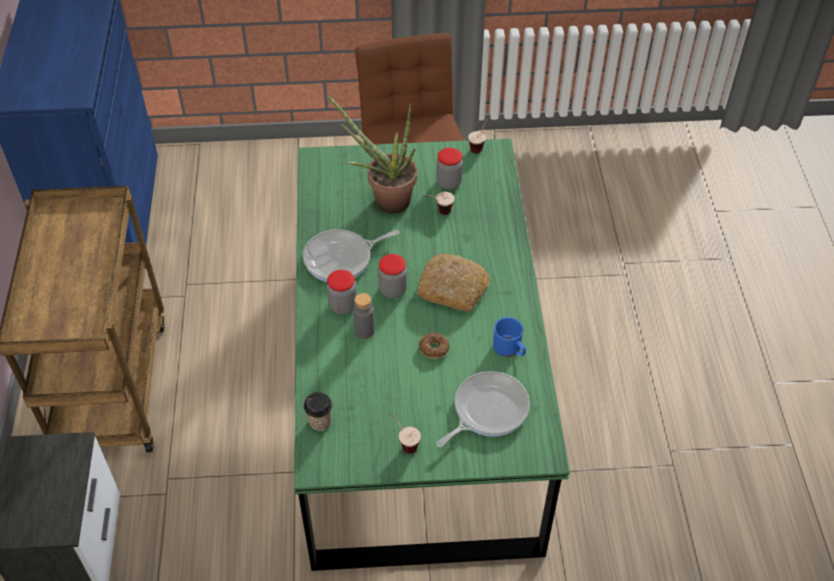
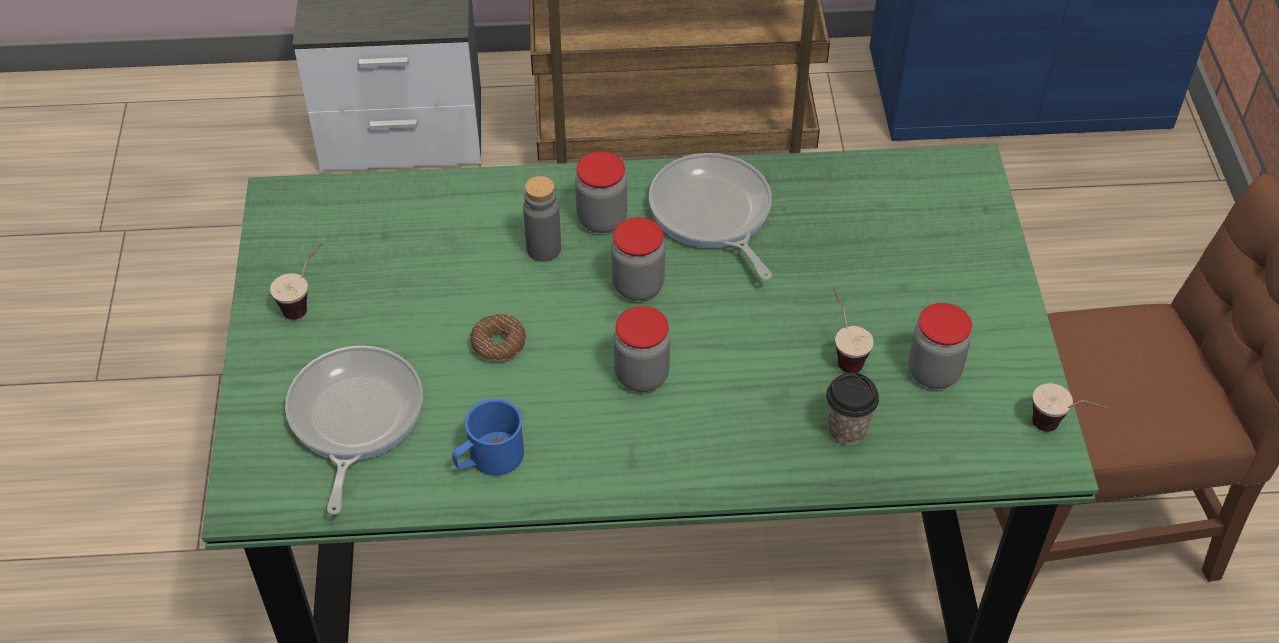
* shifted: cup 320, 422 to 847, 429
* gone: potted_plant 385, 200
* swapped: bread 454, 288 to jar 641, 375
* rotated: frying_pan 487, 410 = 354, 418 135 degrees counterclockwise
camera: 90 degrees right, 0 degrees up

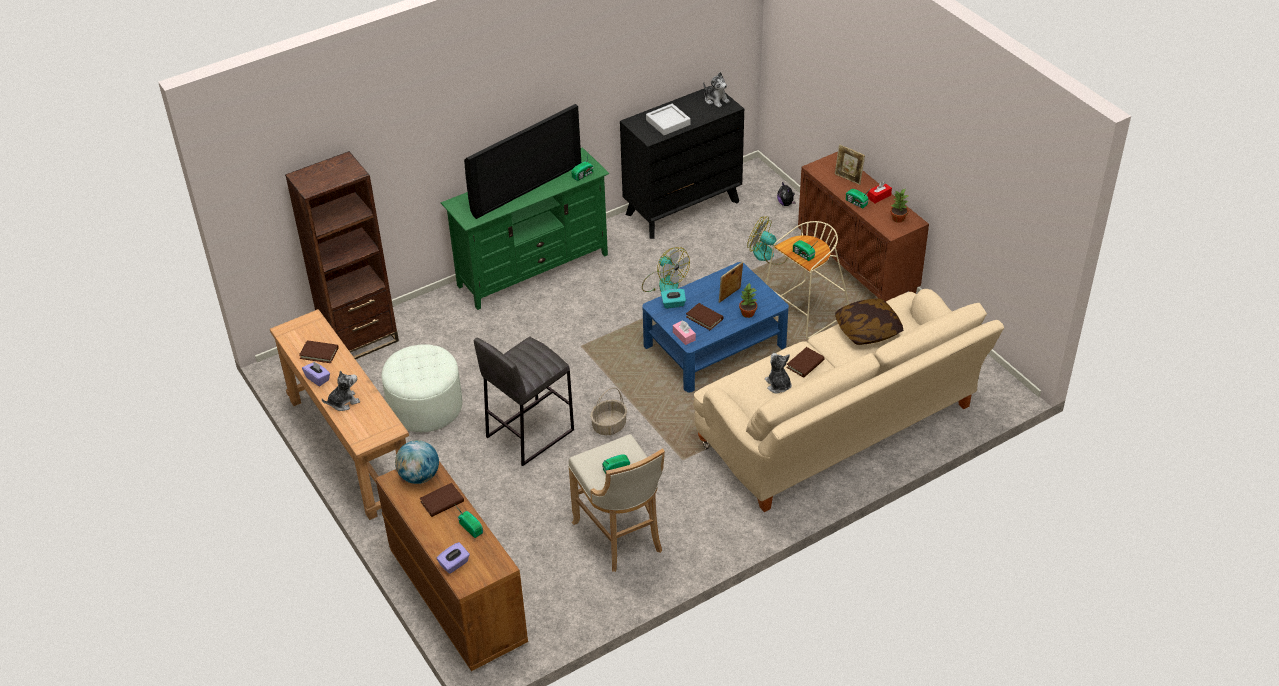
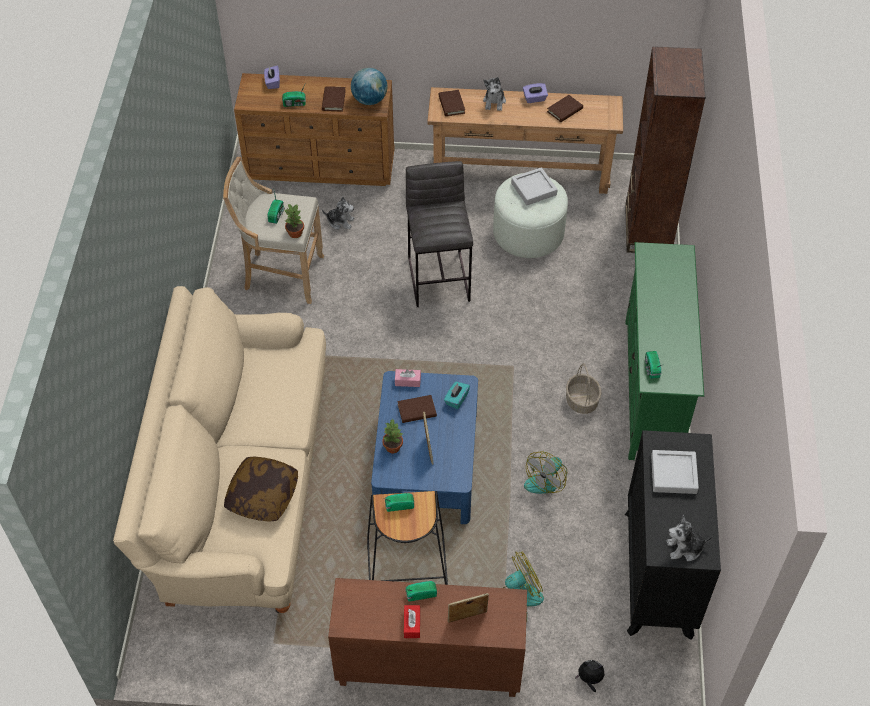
* gone: television 525, 187
* shifted: basket 609, 426 to 581, 401
* rotated: fan 664, 283 = 546, 479 45 degrees counterclockwise
* shifted: plush_toy 778, 385 to 340, 221
* repainted: beige_stool 805, 312 to black_stool 406, 567
* shifted: brown_book 805, 364 to 451, 104
* shifted: potted_plant 898, 218 to 295, 233
* new: grey_tray 533, 189
camera: 125 degrees right, 10 degrees up

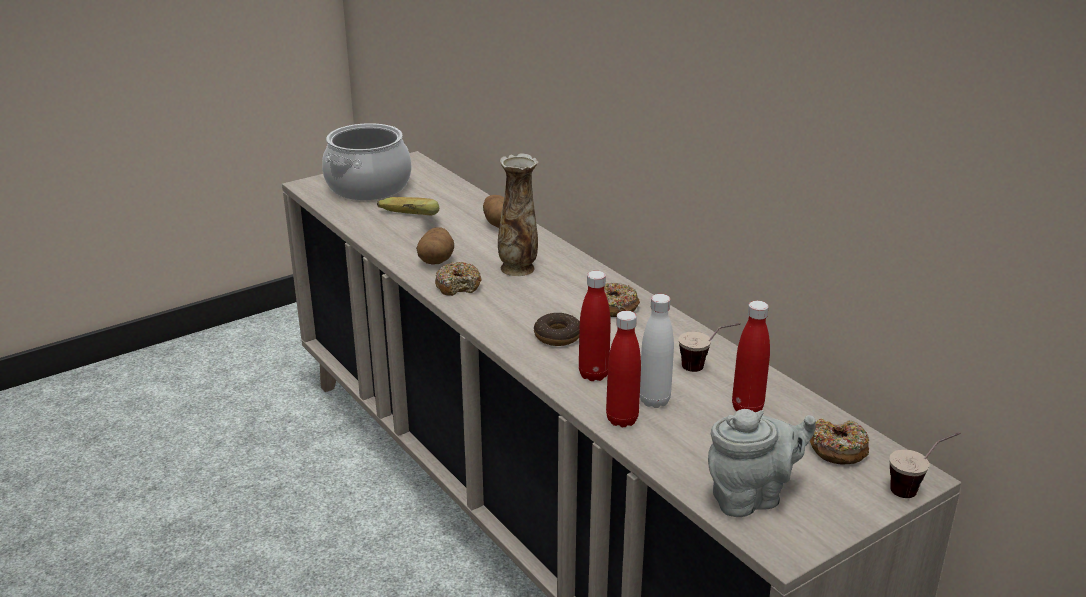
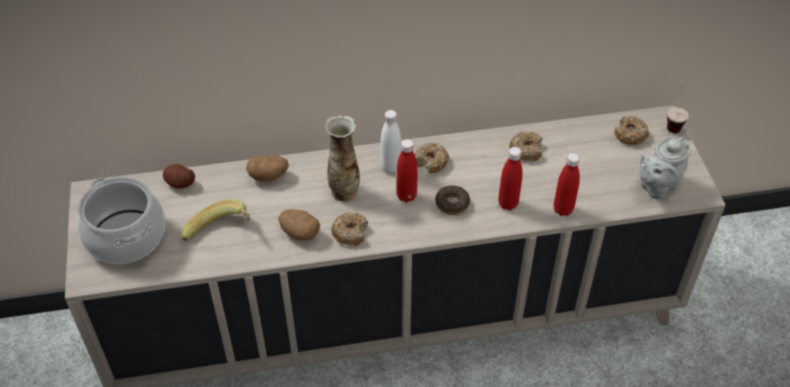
* shifted: white_bottle 654, 401 to 390, 167
* swapped: cup 706, 367 to donut 526, 150
* rotated: grey_teapot 751, 497 = 656, 186 135 degrees counterclockwise
* shifted: red_bottle 747, 408 to 406, 196
* new: potato 180, 183
camera: 65 degrees left, 20 degrees up

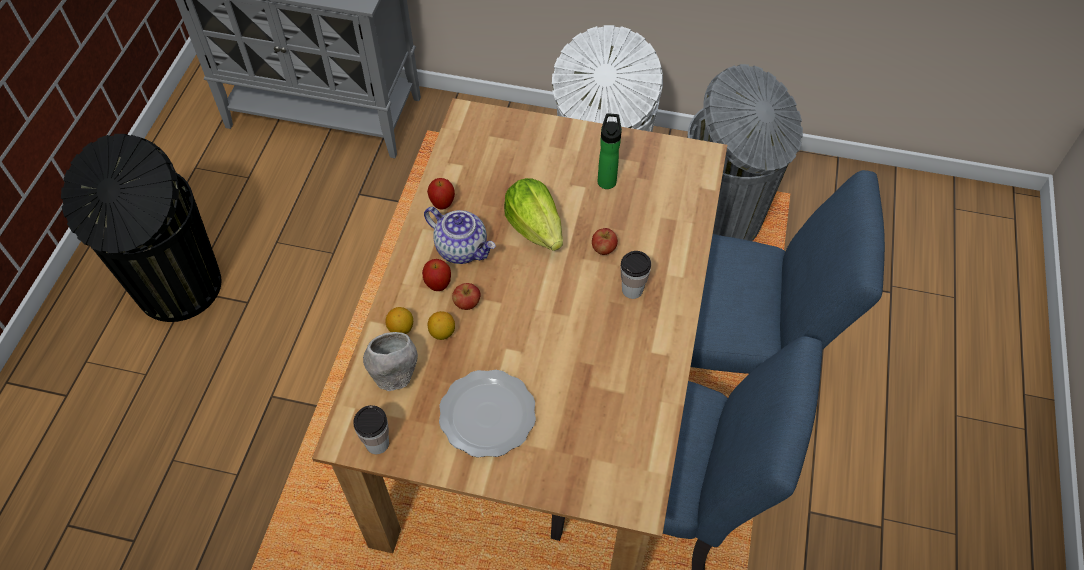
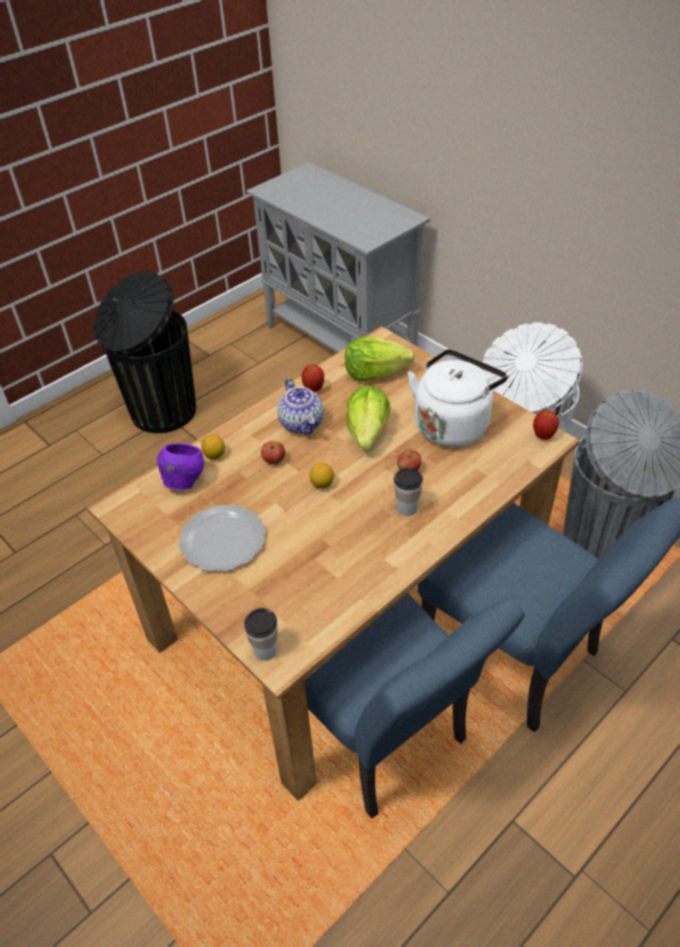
* shifted: cup 377, 443 to 265, 650
* repainted: grey_bowl 394, 374 to purple_bowl 184, 482
* shifted: apple 438, 285 to 543, 436
* shifted: lemon 442, 333 to 322, 484
* swapped: bottle 607, 179 to white_kettle 453, 424
* new: lettuce 374, 373
camera: 35 degrees right, 10 degrees down

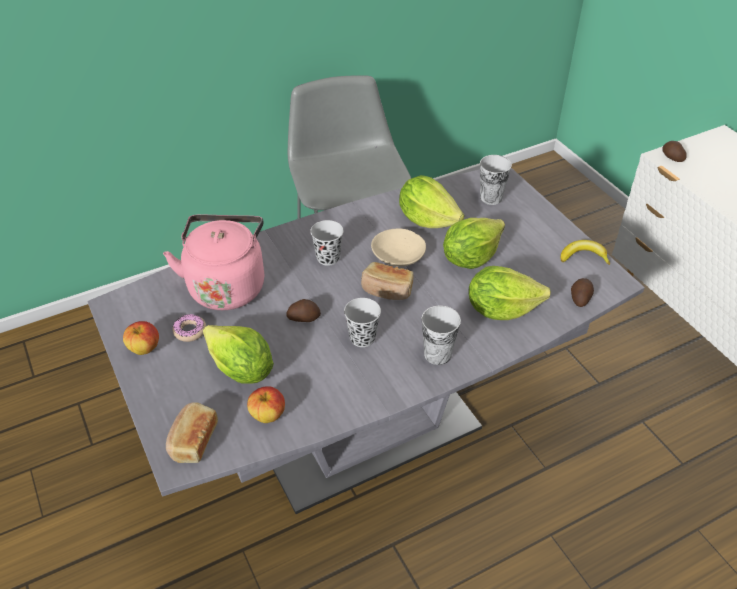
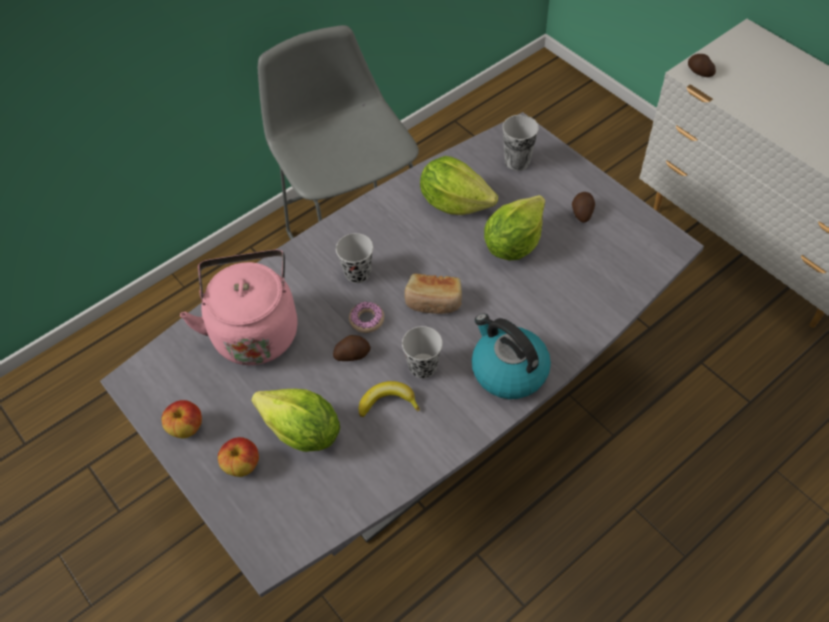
* gone: bread 192, 440
* shifted: donut 190, 331 to 367, 320
* shifted: apple 268, 415 to 242, 465
* gone: beige_bowl 399, 256
* swapped: cup 437, 354 to kettle 508, 370
* gone: lettuce 501, 309
* shifted: banana 583, 257 to 388, 402
* shifted: potato 580, 298 to 582, 212
camera: 10 degrees left, 10 degrees up

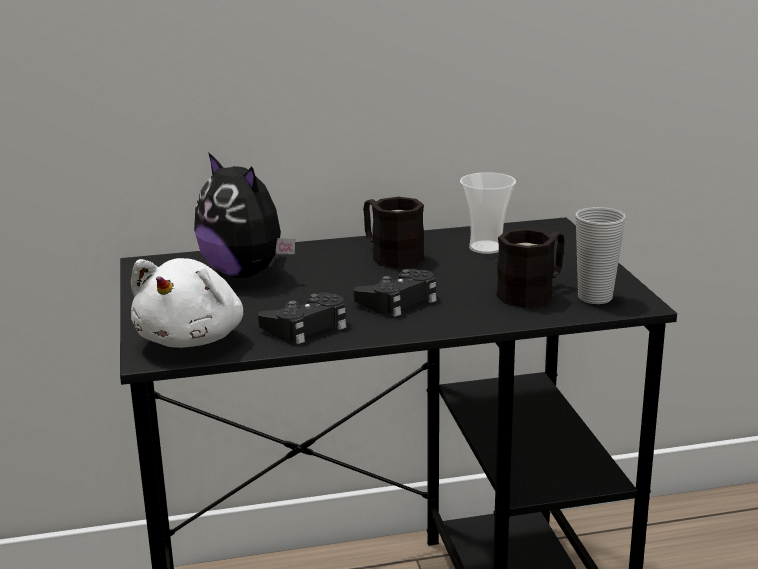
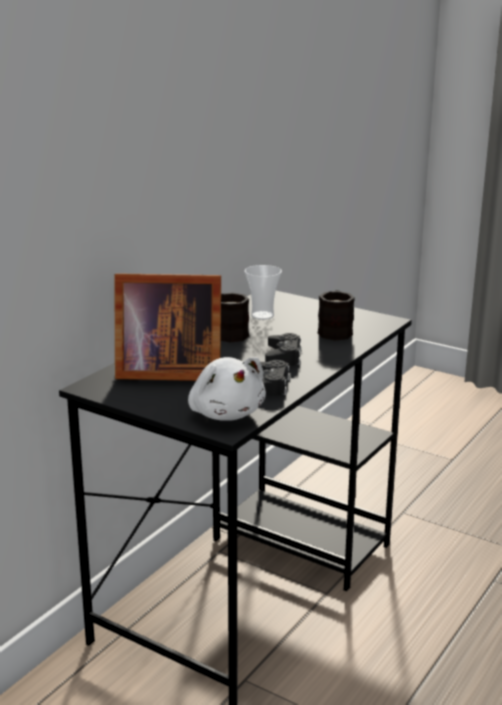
* swapped: plush_toy 246, 273 to picture_frame 165, 371
* gone: cup 595, 298
camera: 45 degrees left, 0 degrees up

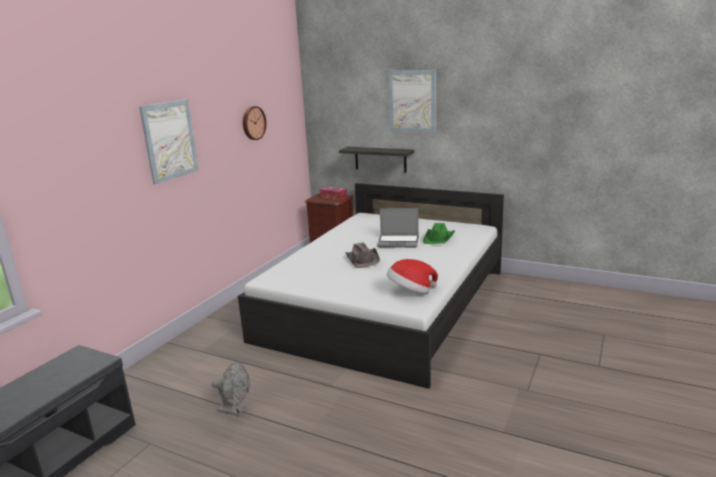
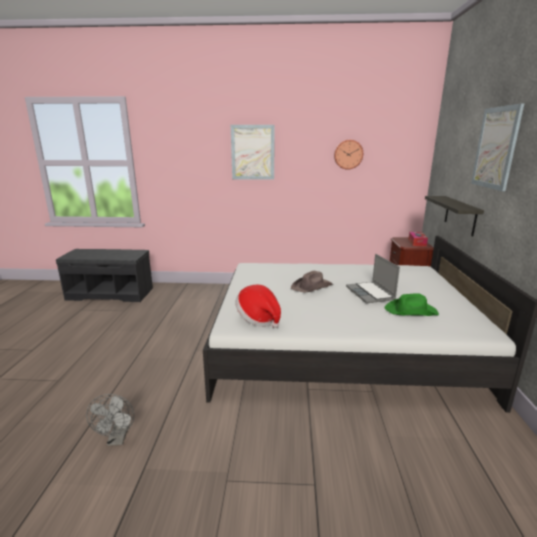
* shifted: grey_fan 235, 410 to 117, 439
camera: 65 degrees right, 0 degrees up

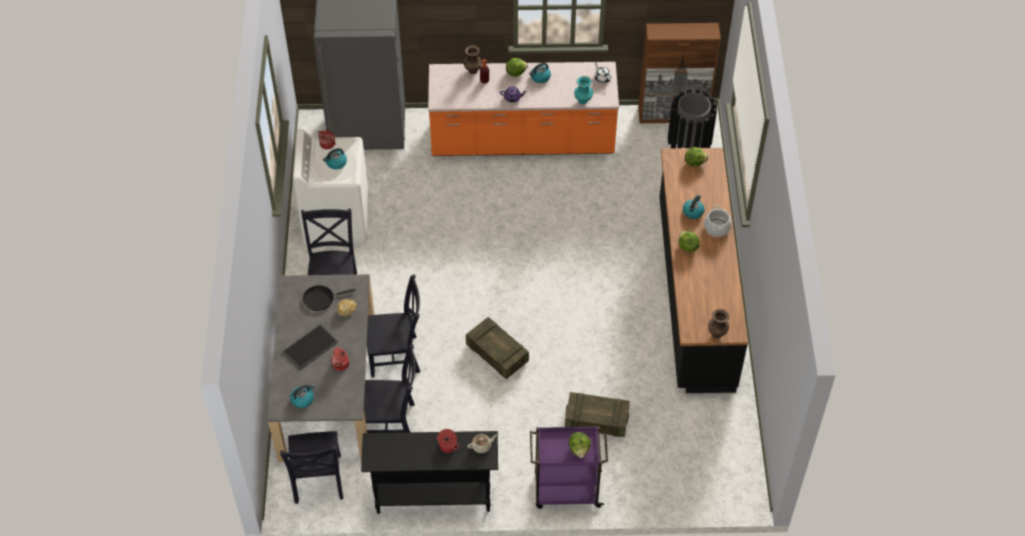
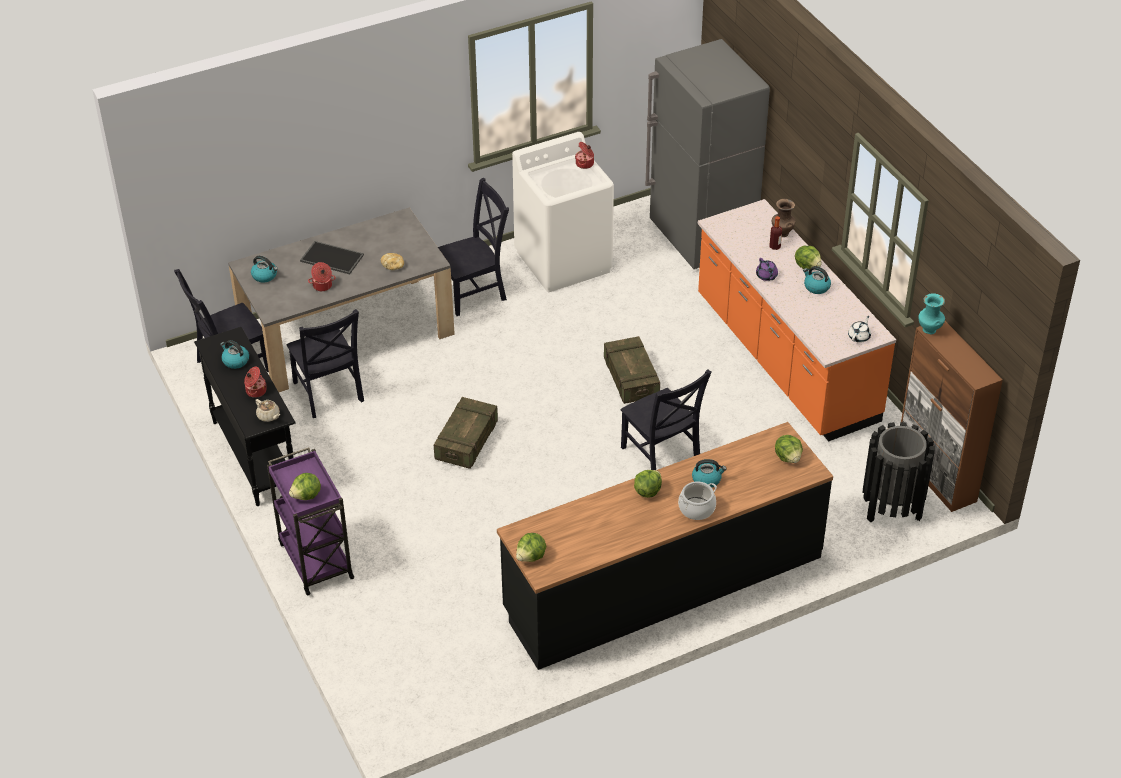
* gone: black_frying_pan 321, 299
* shifted: kettle 336, 163 to 235, 361
* shifted: black_chair 396, 356 to 661, 457
* shifted: crate 596, 420 to 631, 379
* shifted: turquoise_vase 583, 101 to 929, 330
* swapped: brown_vase 717, 333 to lettuce 531, 557
camera: 65 degrees right, 10 degrees down

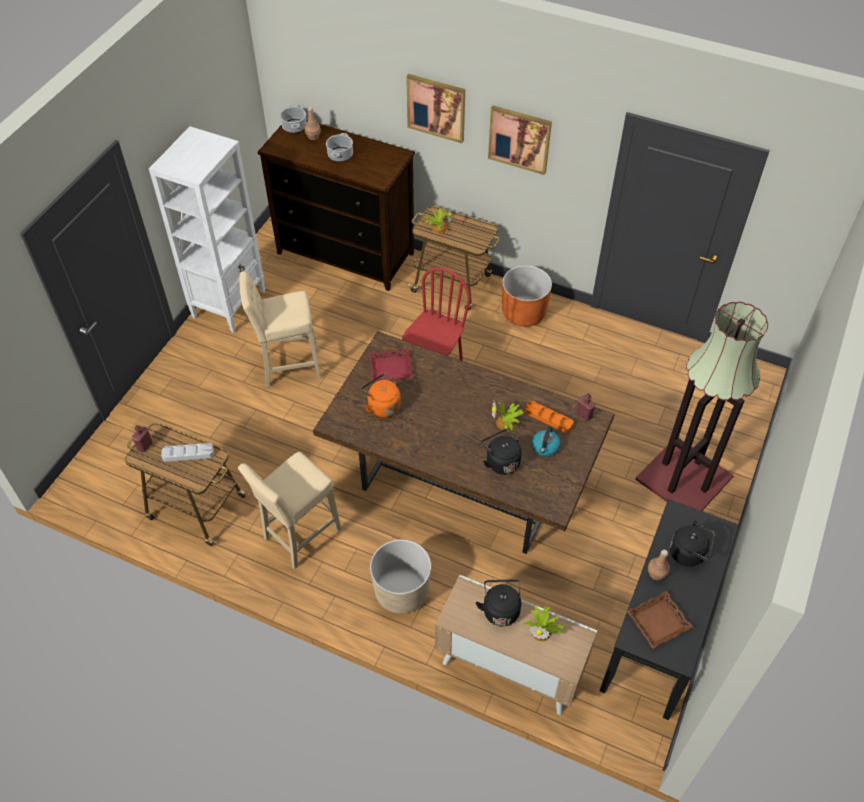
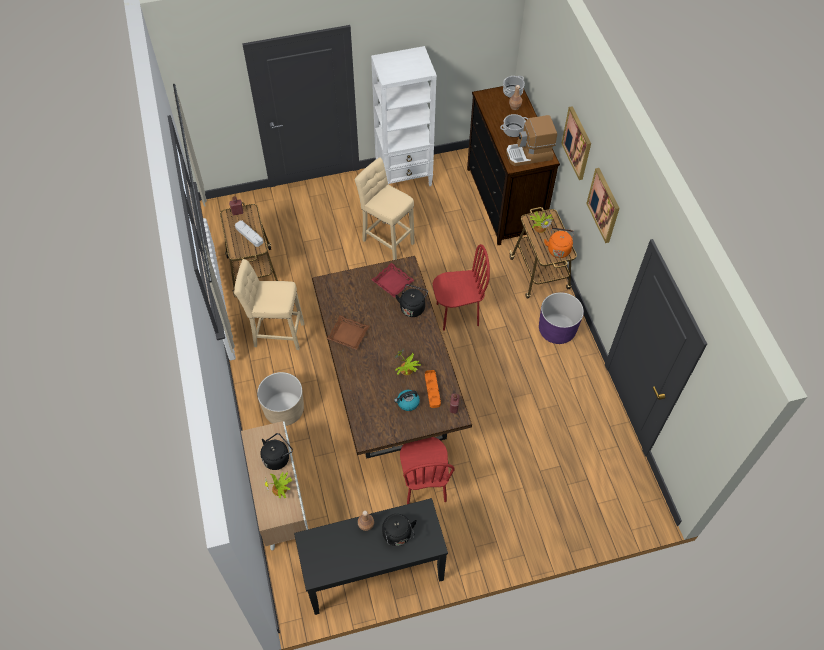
* shifted: orange_kettle 382, 406 to 558, 249
* shifted: black_kettle 501, 461 to 412, 307
* repainted: orange_planter 523, 313 to purple_planter 557, 330
* shifted: brown_tray 659, 622 to 348, 334
* gone: floor_lamp 683, 477
* new: red_chair 424, 485
* new: coffee_machine 529, 155
camera: 50 degrees right, 5 degrees up

